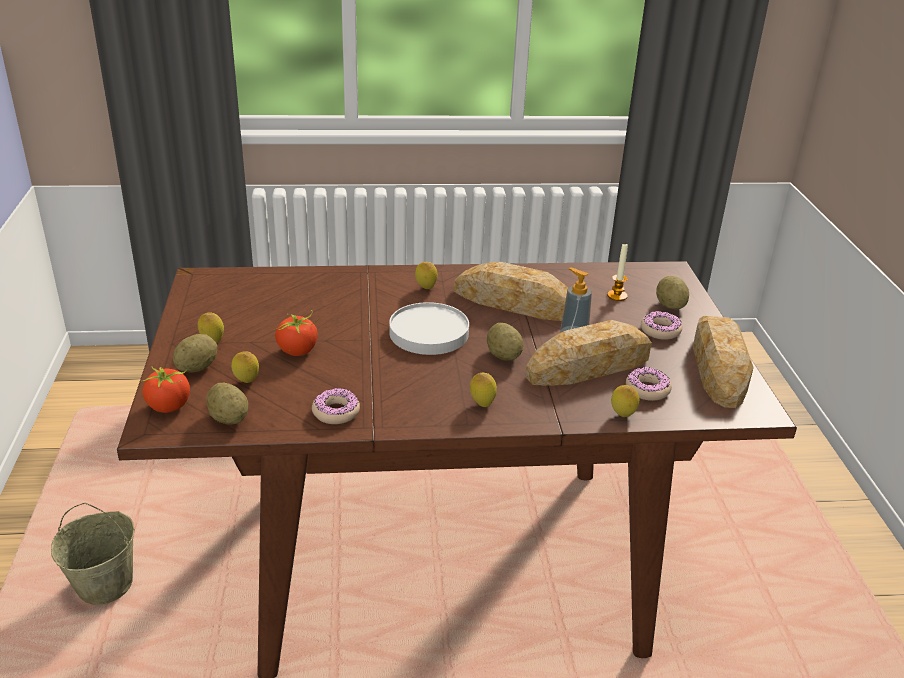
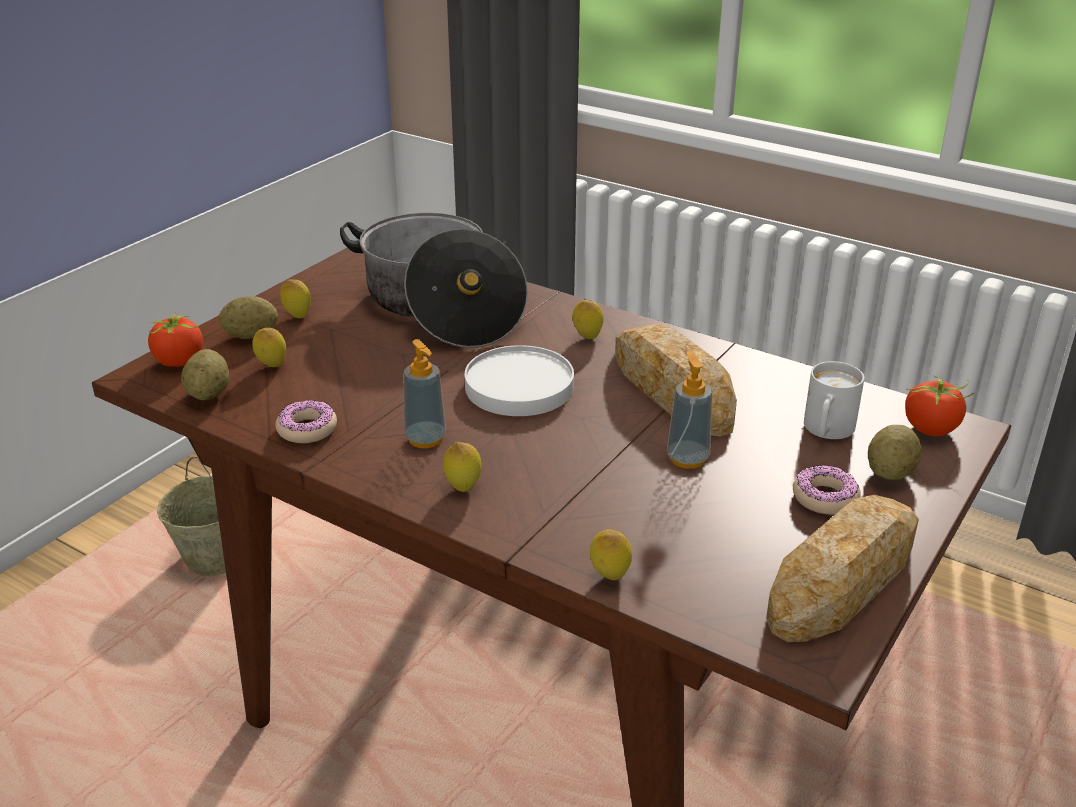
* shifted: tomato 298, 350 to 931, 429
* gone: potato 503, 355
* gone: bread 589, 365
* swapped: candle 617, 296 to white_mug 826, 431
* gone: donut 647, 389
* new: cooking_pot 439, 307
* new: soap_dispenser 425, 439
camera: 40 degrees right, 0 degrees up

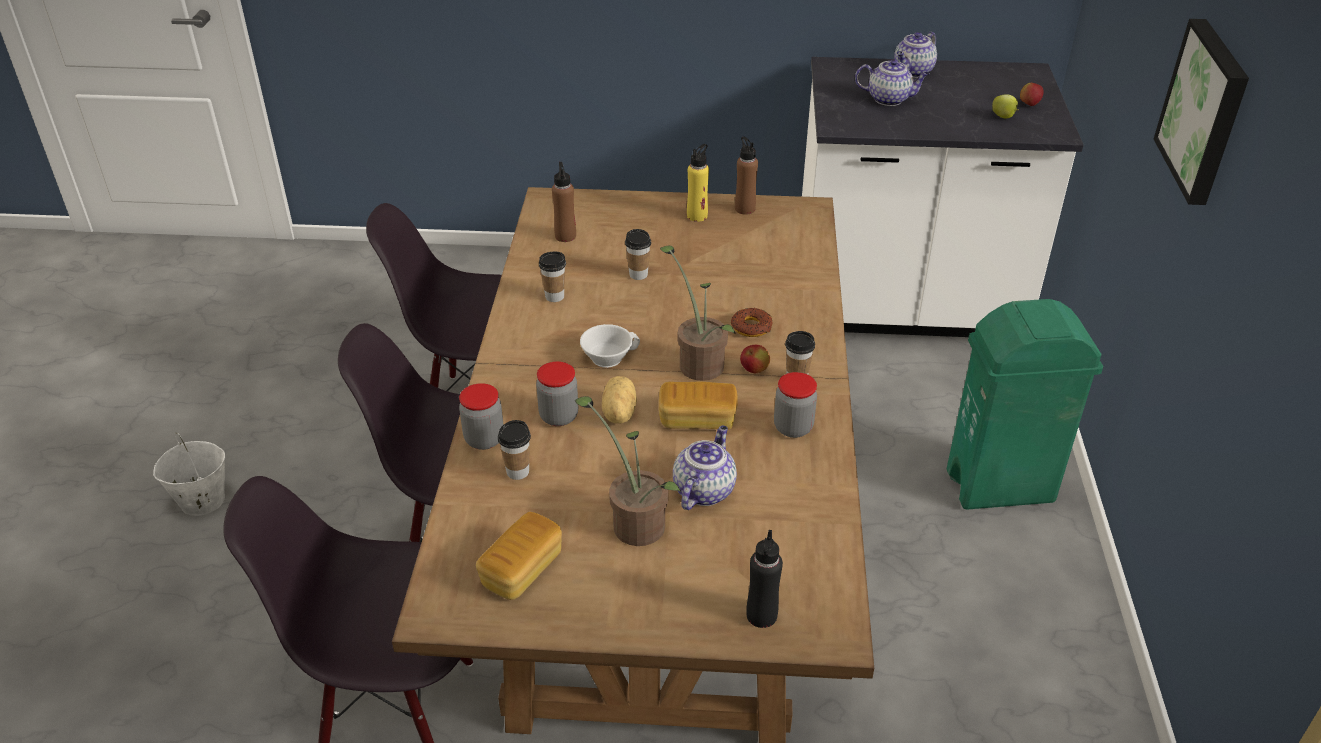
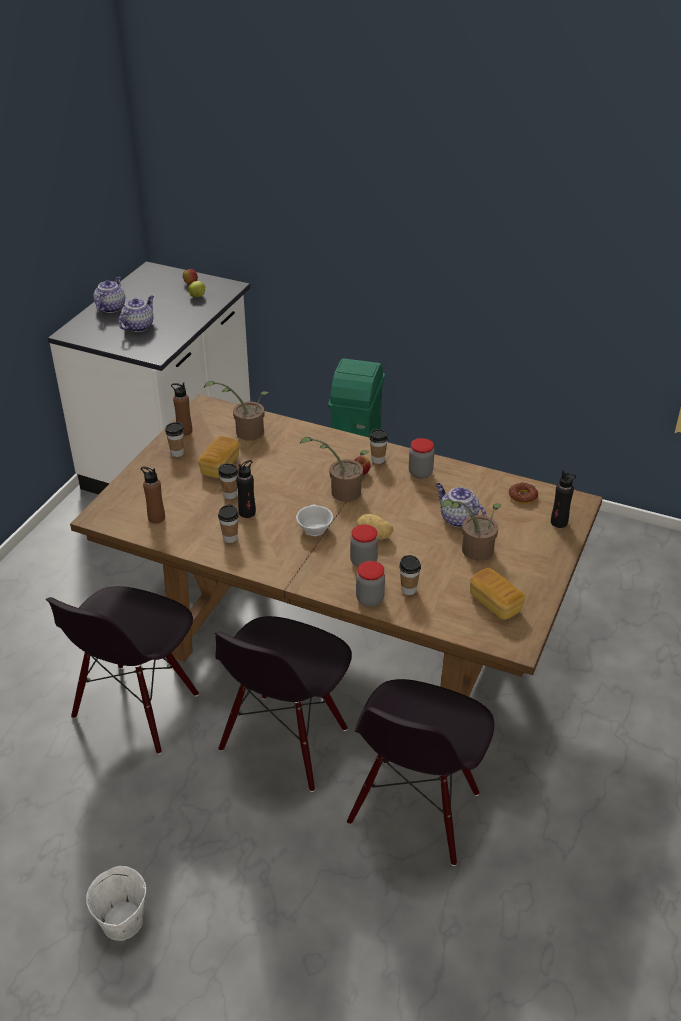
* shifted: bread 697, 419 to 220, 466
* swapped: yellow_bottle 697, 216 to cup 177, 453
* shifted: donut 751, 327 to 523, 496
* rotated: teapot 913, 72 = 111, 307 135 degrees counterclockwise
* gone: picture 1206, 111
* new: potted_plant 245, 433
* new: black_bottle 247, 512
camera: 70 degrees left, 0 degrees up

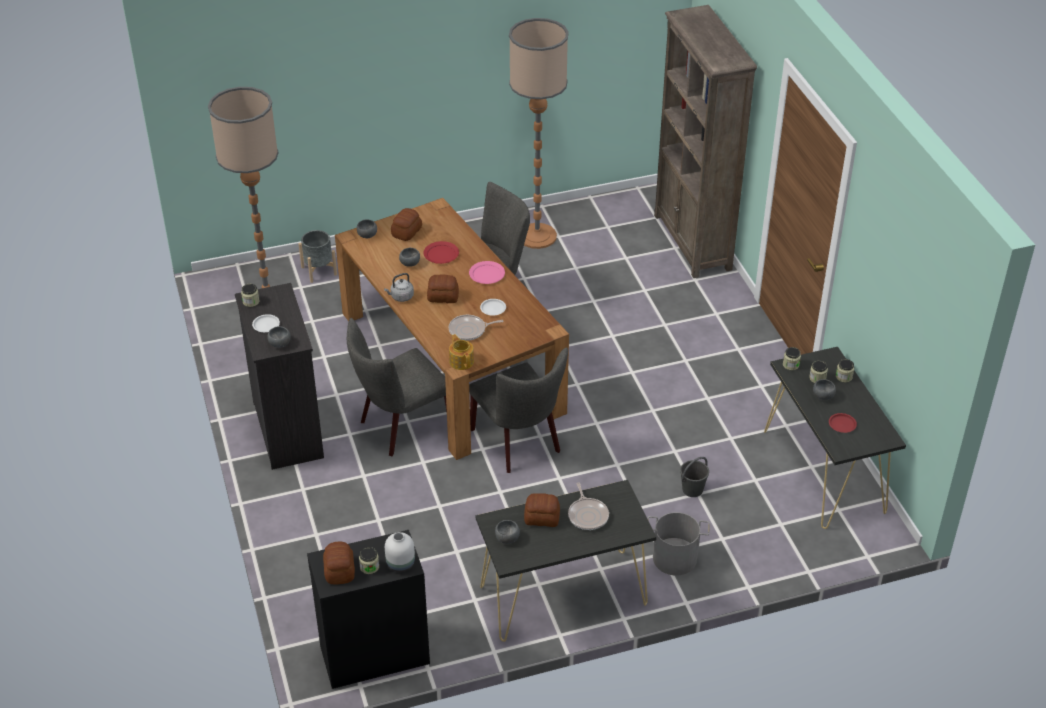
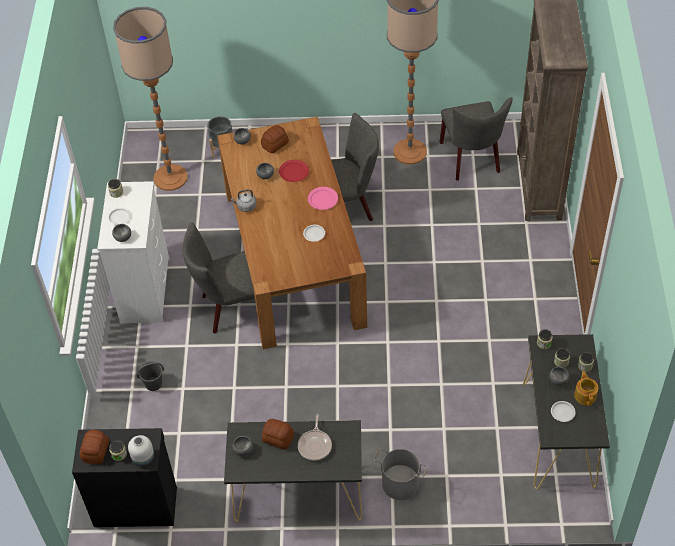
* repainted: black_dresser 288, 429 to white_dresser 146, 289
* gone: bread 442, 296
* gone: frying_pan 469, 330
* shifted: teapot 461, 361 to 585, 395
* shifted: grey_chair 519, 443 to 472, 160
* shifted: grey_bucket 692, 490 to 153, 384
* repainted: red_plate 842, 424 to white_plate 562, 412
camera: 20 degrees right, 10 degrees up

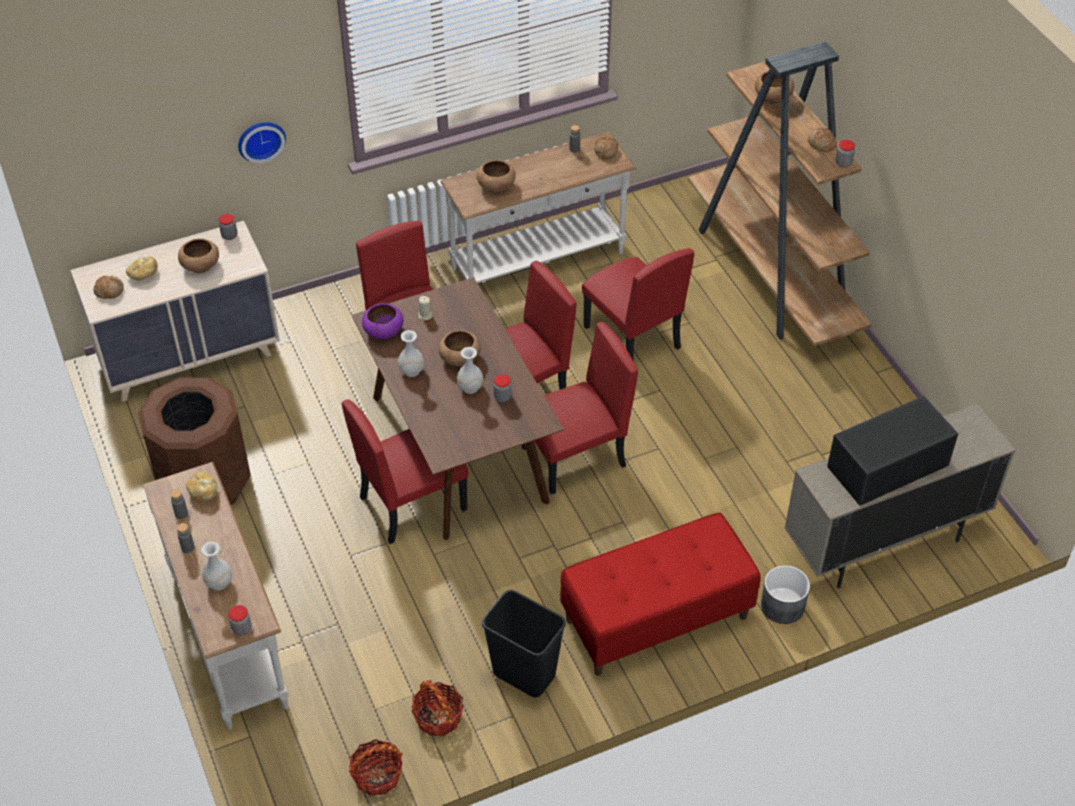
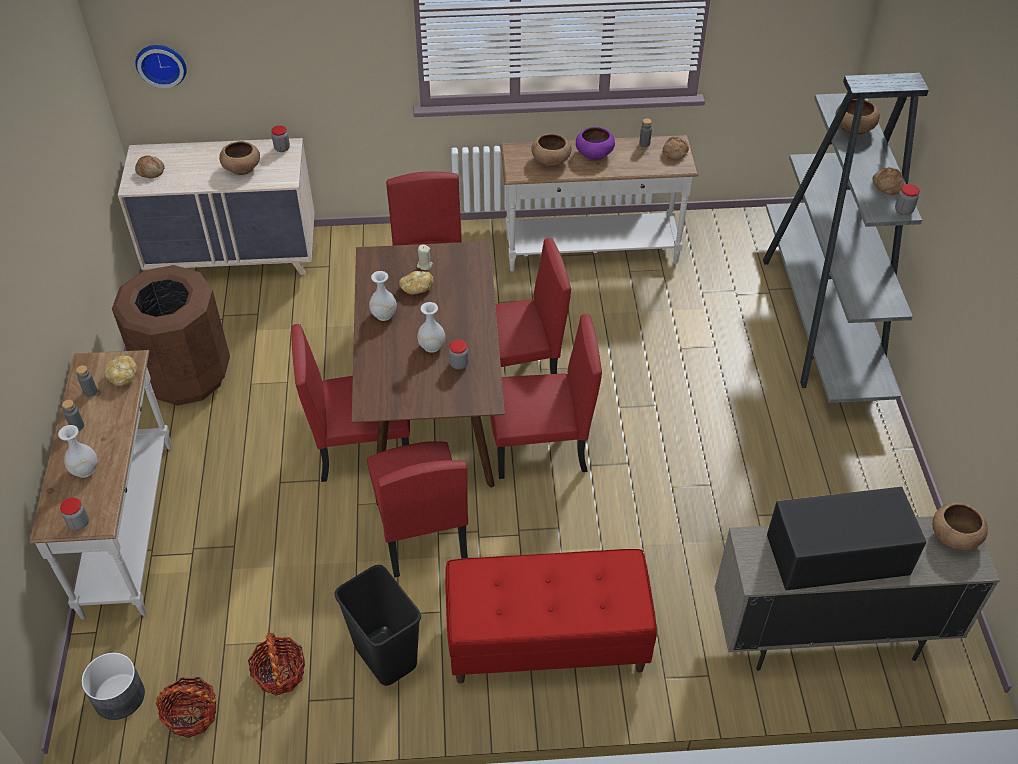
* shifted: bread 143, 274 to 416, 288
* shifted: wall_clock 260, 139 to 161, 63
* shifted: purple_bowl 383, 331 to 594, 153
* shifted: brown_bowl 459, 358 to 954, 536
* shifted: red_chair 631, 337 to 420, 531
* repainted: brown_bookcase 772, 275 to grey_bookcase 821, 321
* shifted: grey_planter 782, 606 to 119, 696
camera: 20 degrees right, 0 degrees up

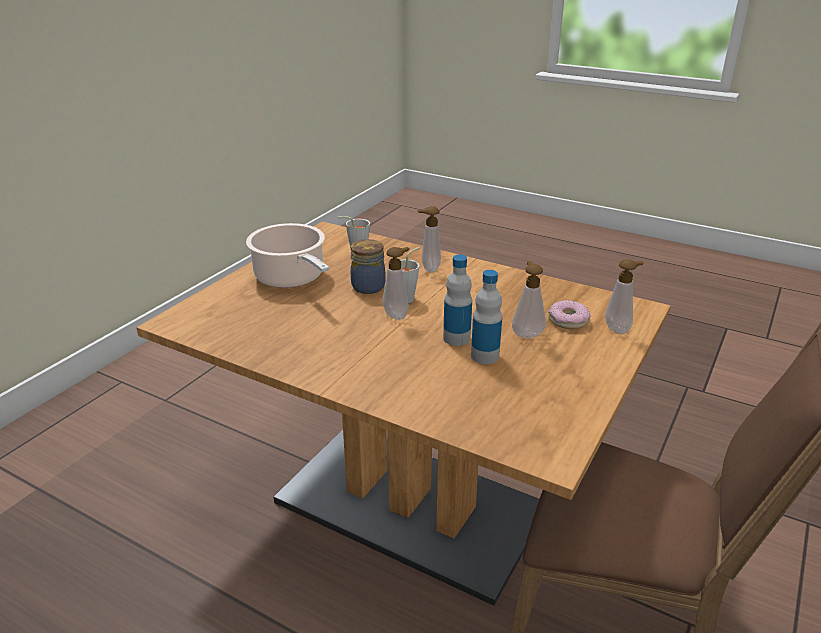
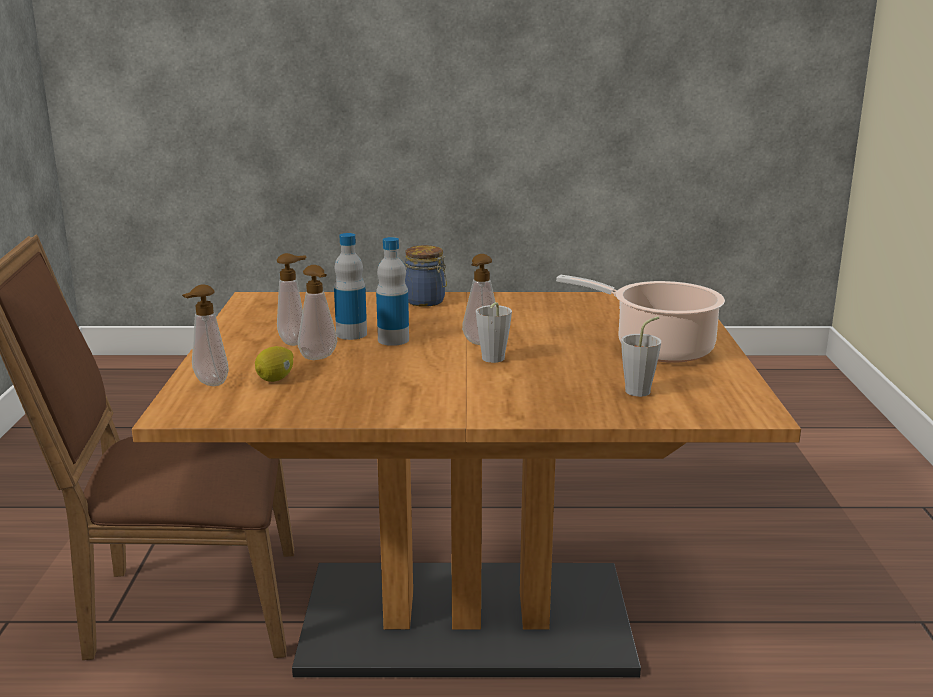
* shifted: jar 367, 286 to 426, 302
* shifted: soap_dispenser 428, 269 to 295, 342
* swapped: donut 568, 320 to lemon 276, 379
camera: 150 degrees right, 10 degrees down

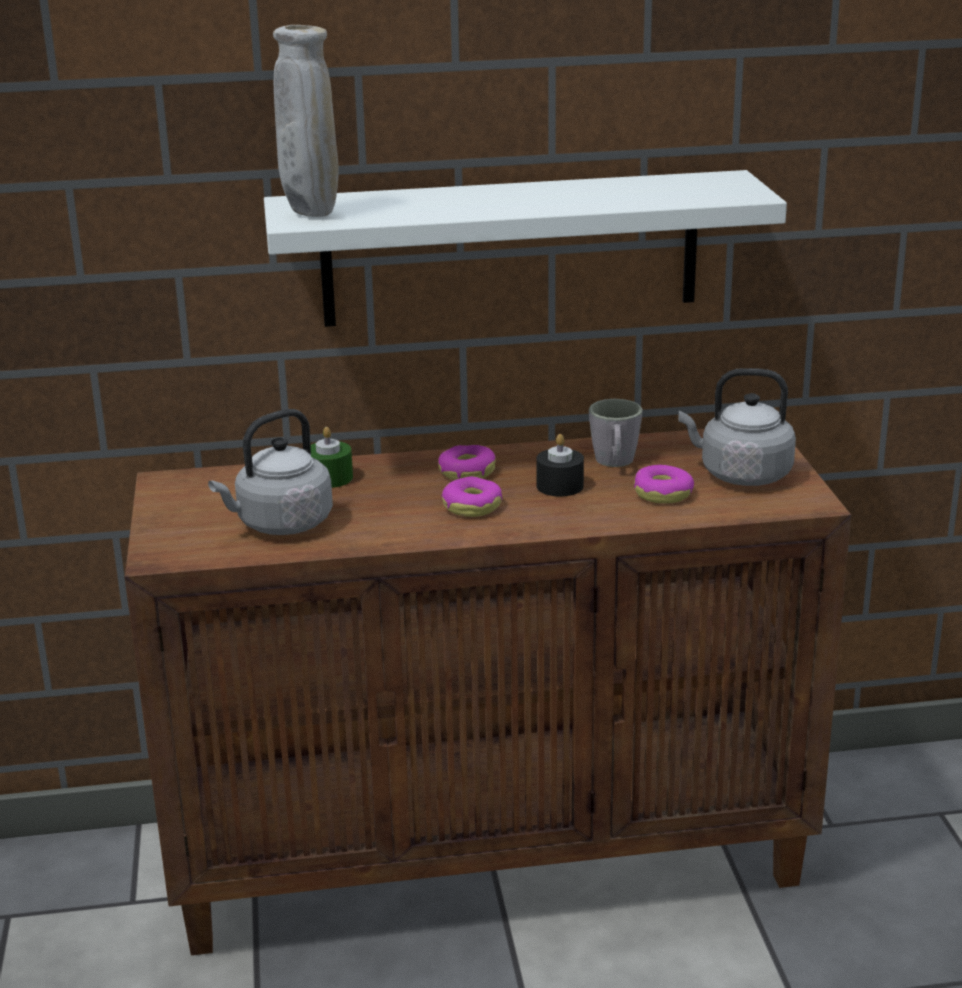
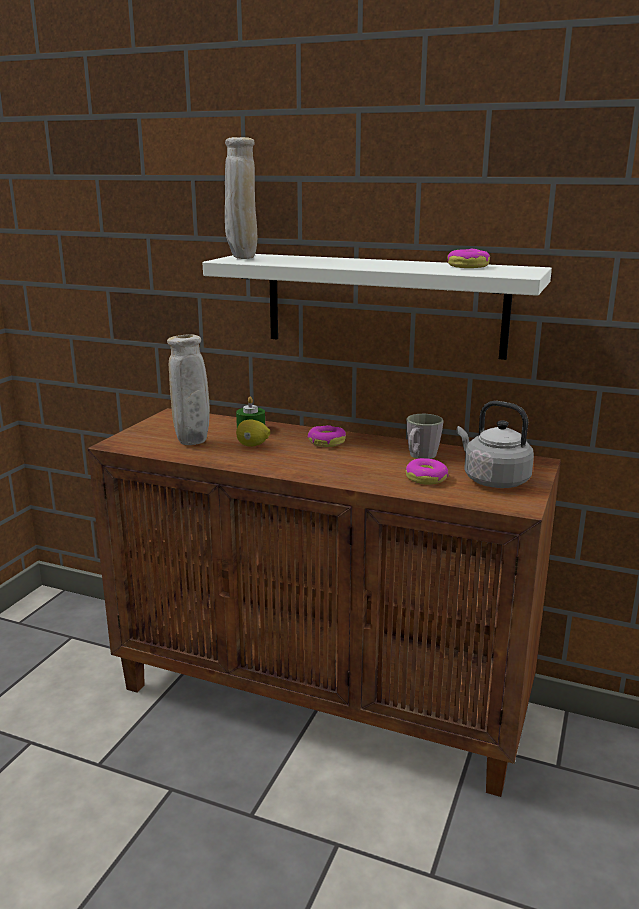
* swapped: grey_kettle 280, 524 to beige_vase 192, 443
* shifted: donut 472, 506 to 467, 266
* gone: black_candle 560, 486
* new: lemon 252, 445
camera: 30 degrees right, 5 degrees down

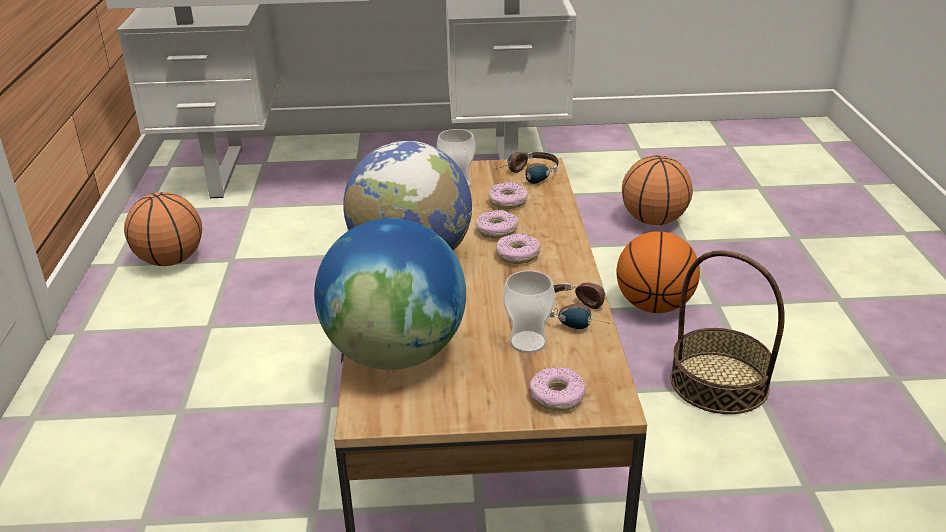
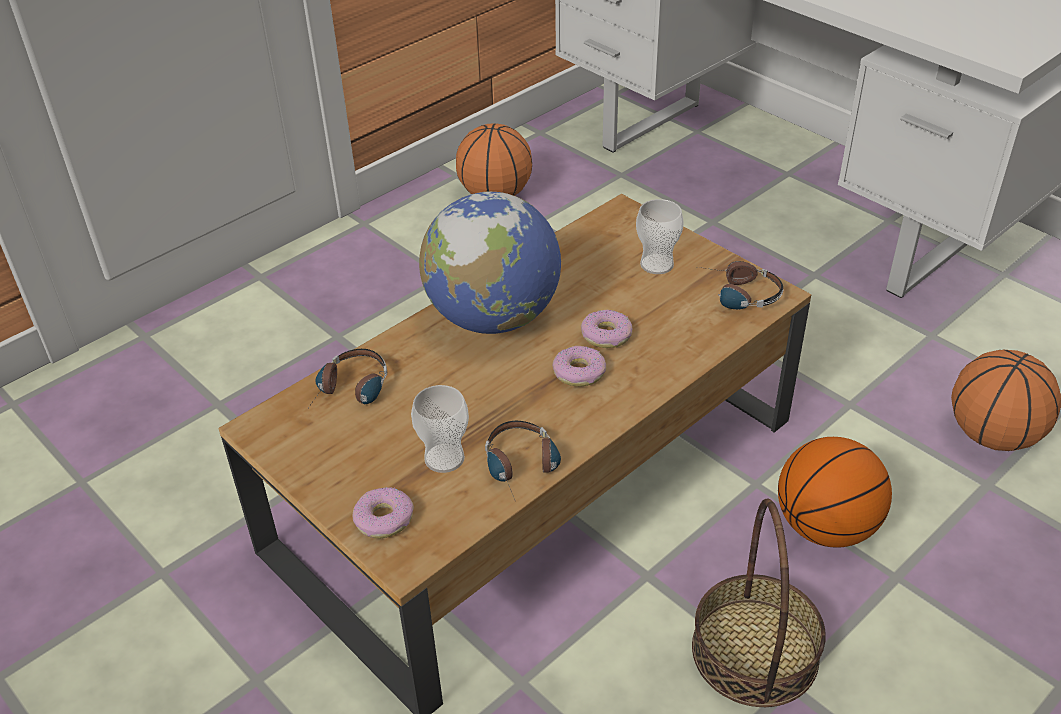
* swapped: globe 396, 353 to headphones 350, 393
* gone: donut 508, 201
camera: 50 degrees right, 10 degrees up

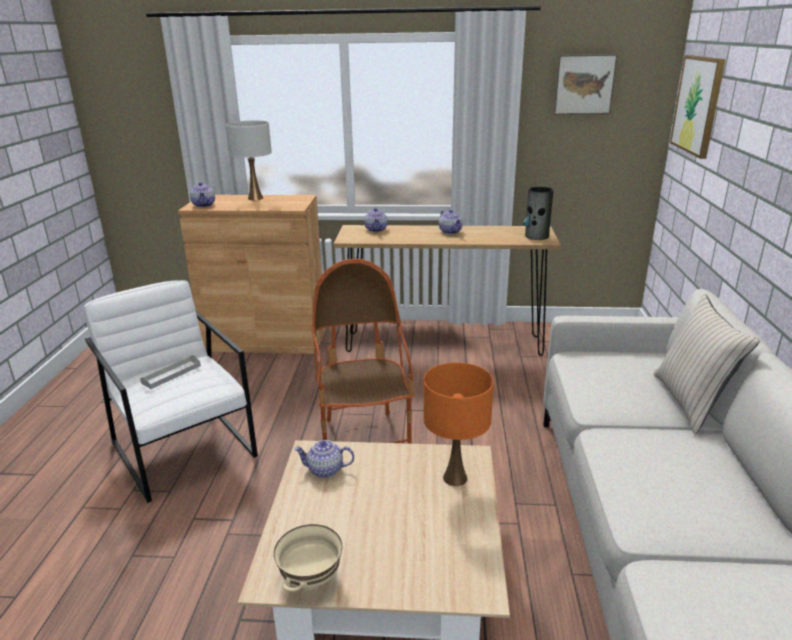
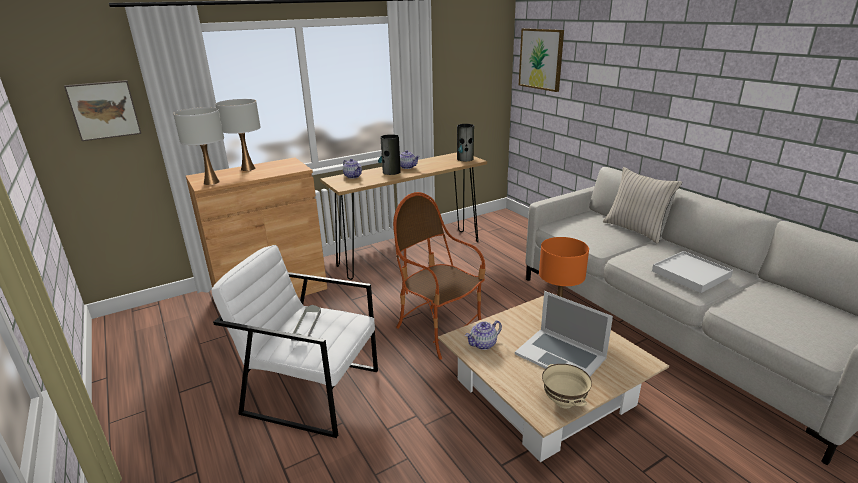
* swapped: teapot 204, 205 to white_table_lamp 211, 182
* shifted: picture 583, 84 to 104, 110
* new: vase 391, 172
* new: laptop 560, 355
* new: white_tray 691, 274
camera: 35 degrees left, 0 degrees up

